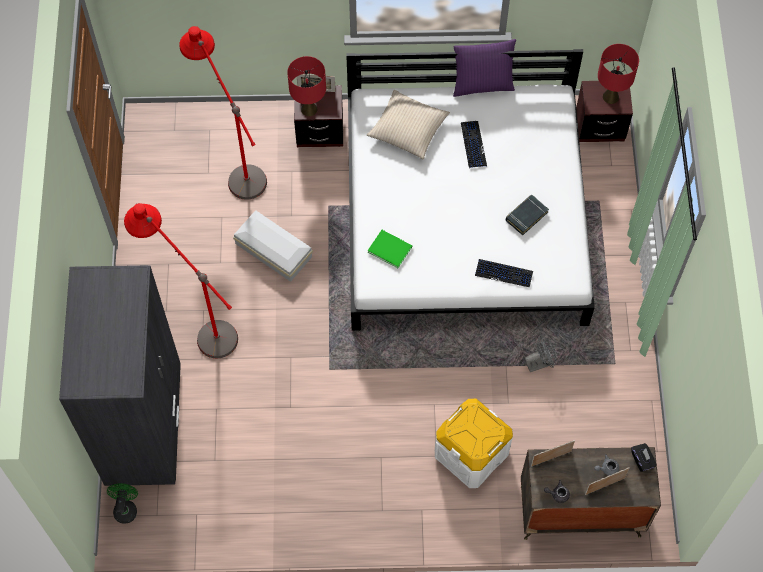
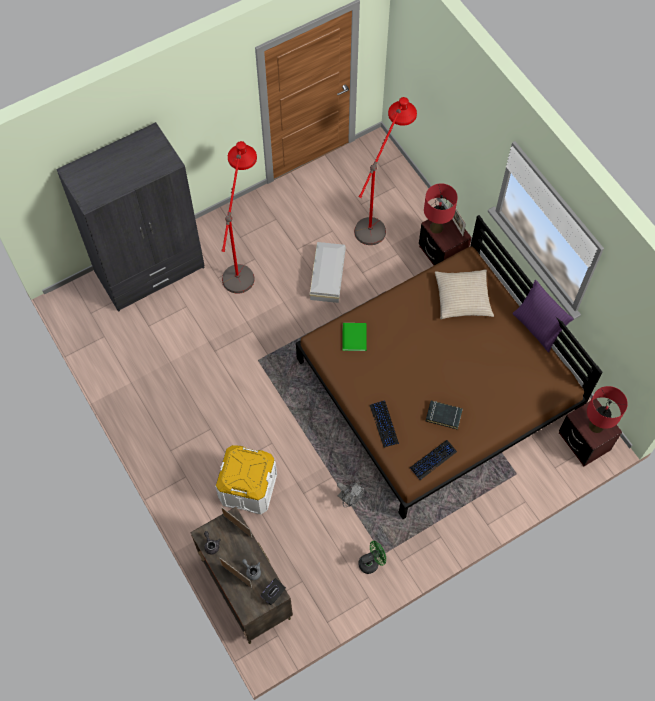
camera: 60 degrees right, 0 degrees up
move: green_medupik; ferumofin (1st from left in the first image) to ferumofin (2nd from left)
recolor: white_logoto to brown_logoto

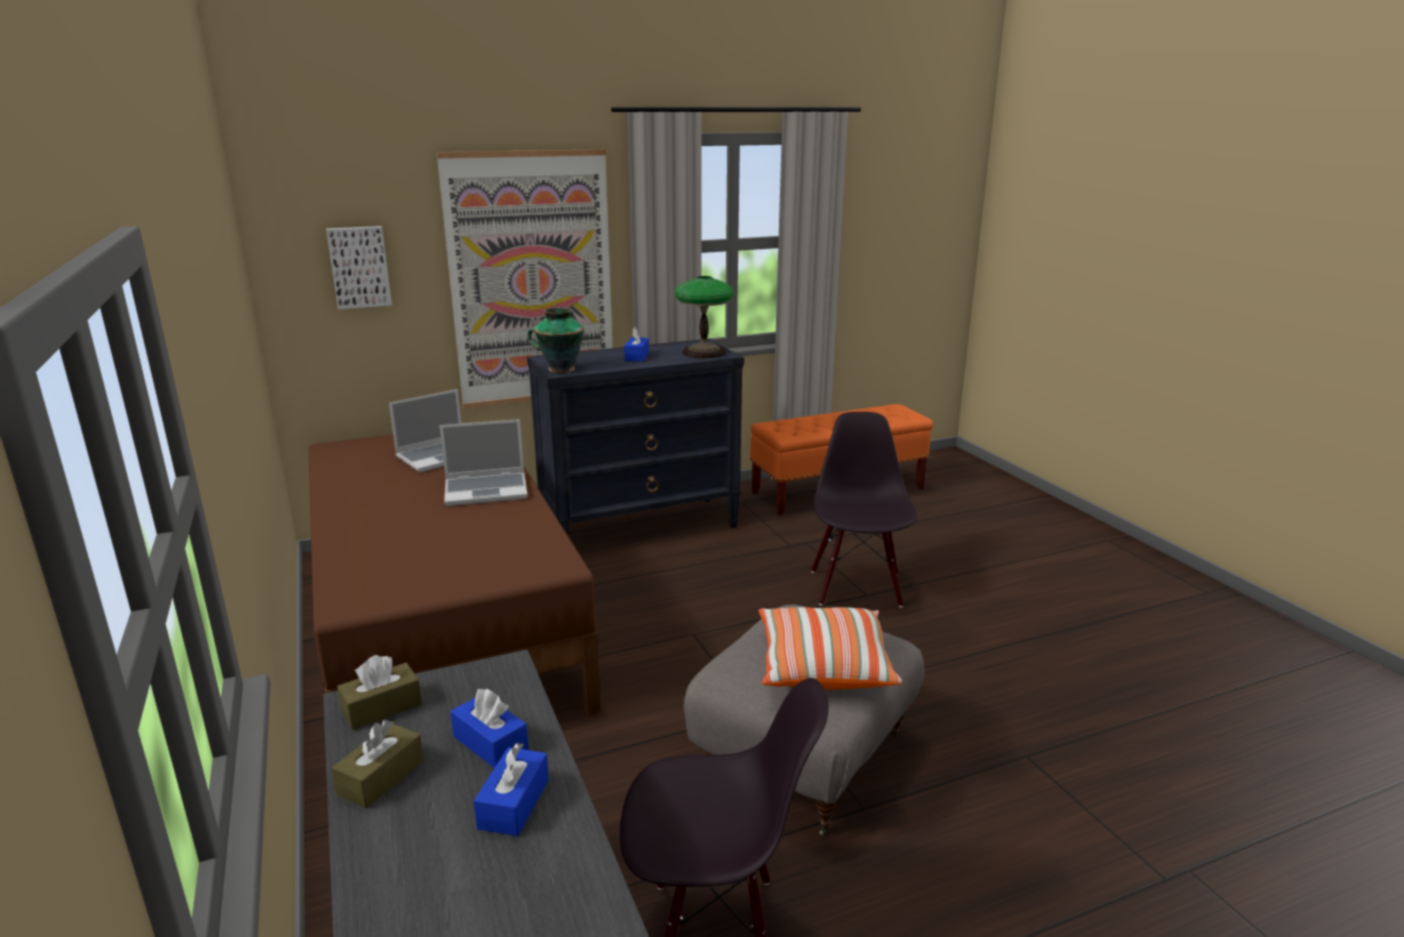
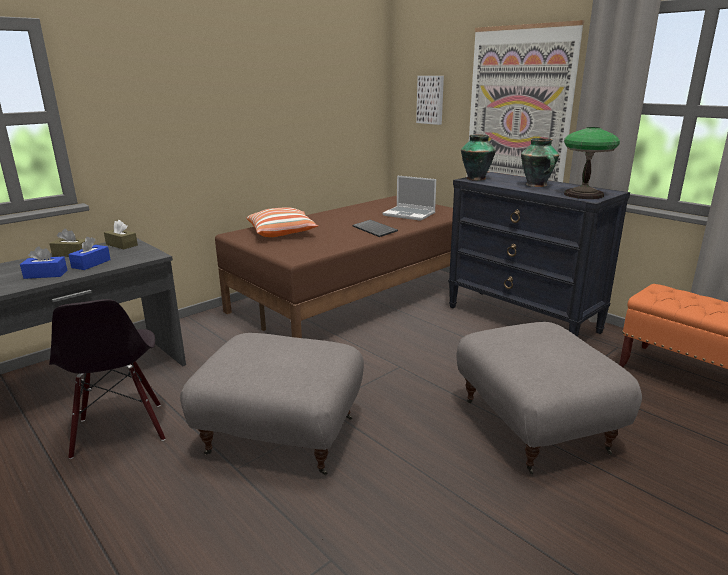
camera: 70 degrees right, 0 degrees up
move: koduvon
replace: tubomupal (2nd from left) to ferumofin; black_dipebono (2nd from left) to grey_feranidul (2nd from left); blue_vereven (3rd from left) to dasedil (2nd from left)

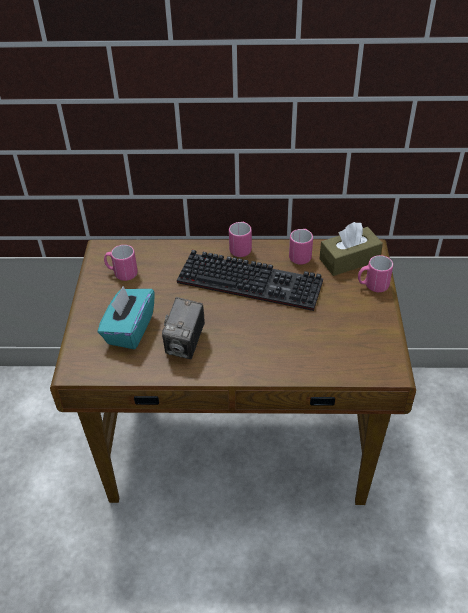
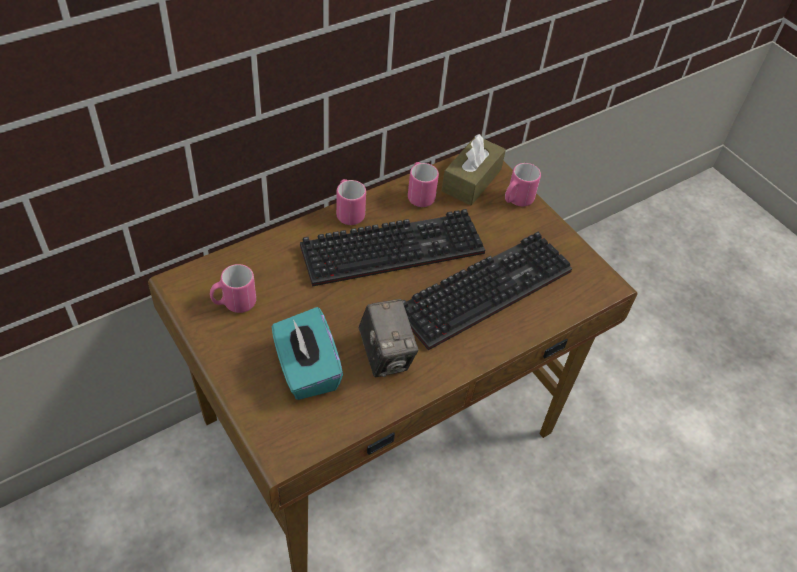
camera: 40 degrees left, 5 degrees up
insert: ferumofin (2nd from left)

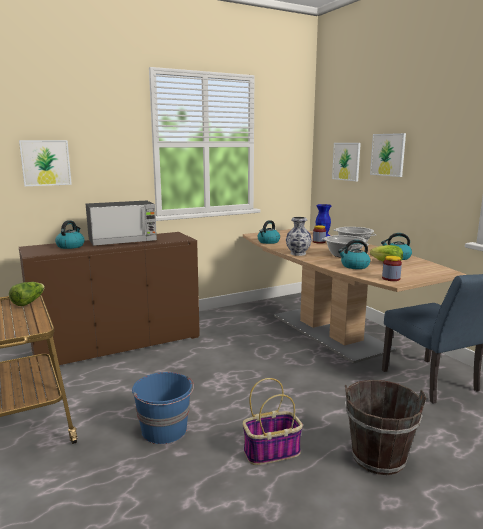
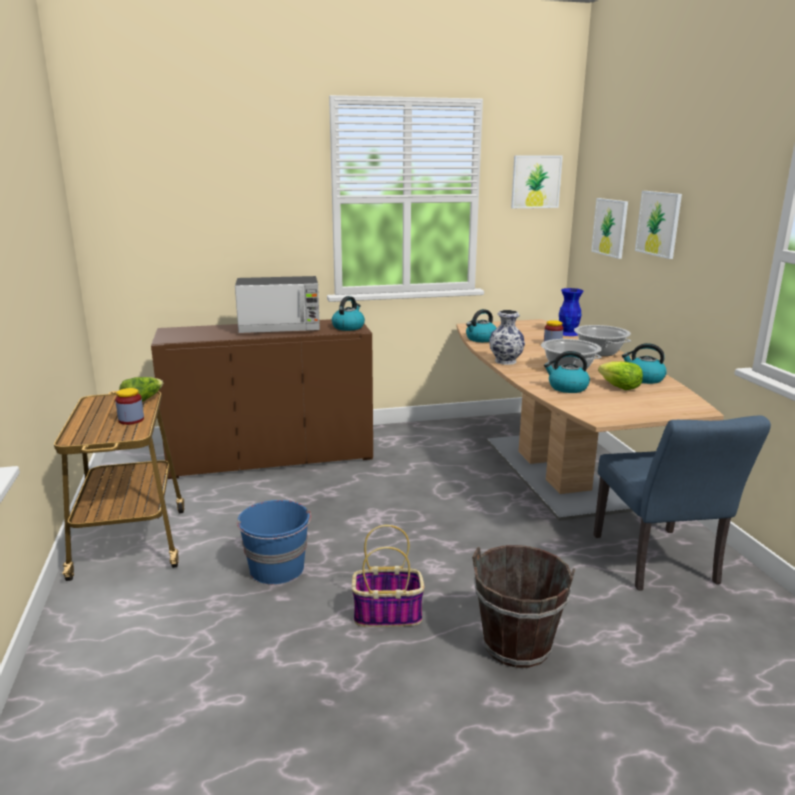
camera: 15 degrees right, 5 degrees up
move: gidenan (2nd from left in the first image) to gidenan (1st from left); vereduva (1st from left); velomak (1st from left)

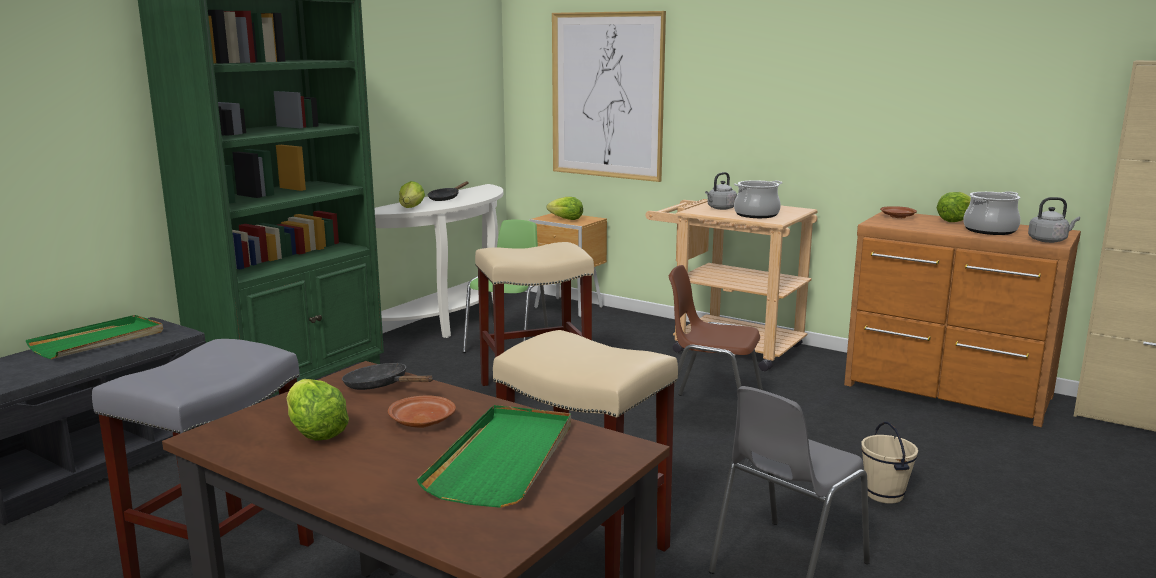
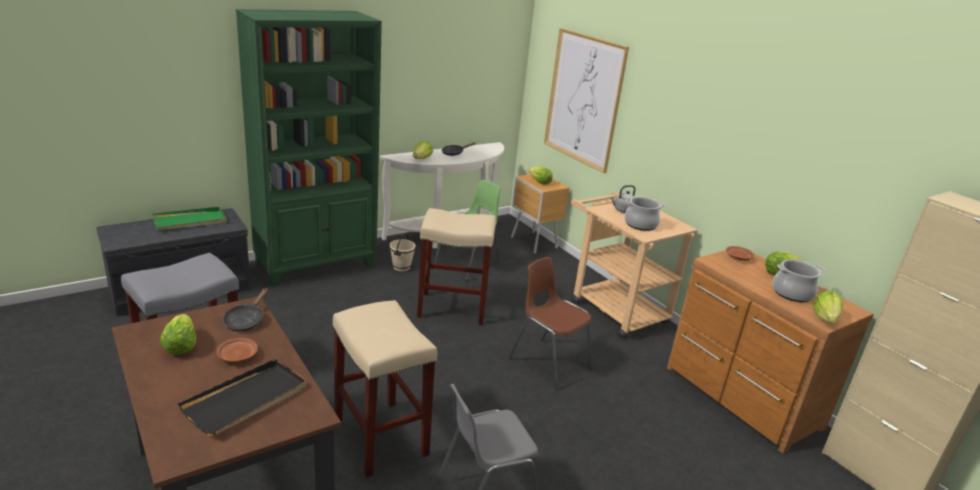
camera: 20 degrees right, 10 degrees up
move: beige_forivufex
replace: grey_vereduva (2nd from left) to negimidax (5th from left)
recolor: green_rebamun (2nd from left) to black_rebamun
rotate: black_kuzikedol (1st from left) 135 degrees counterclockwise

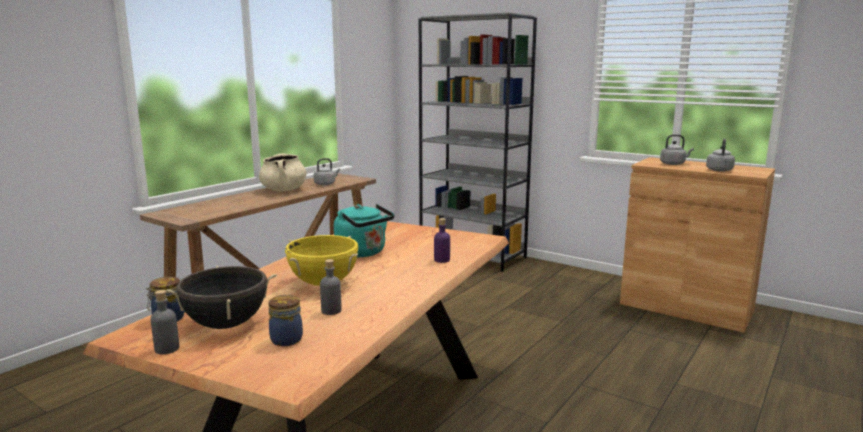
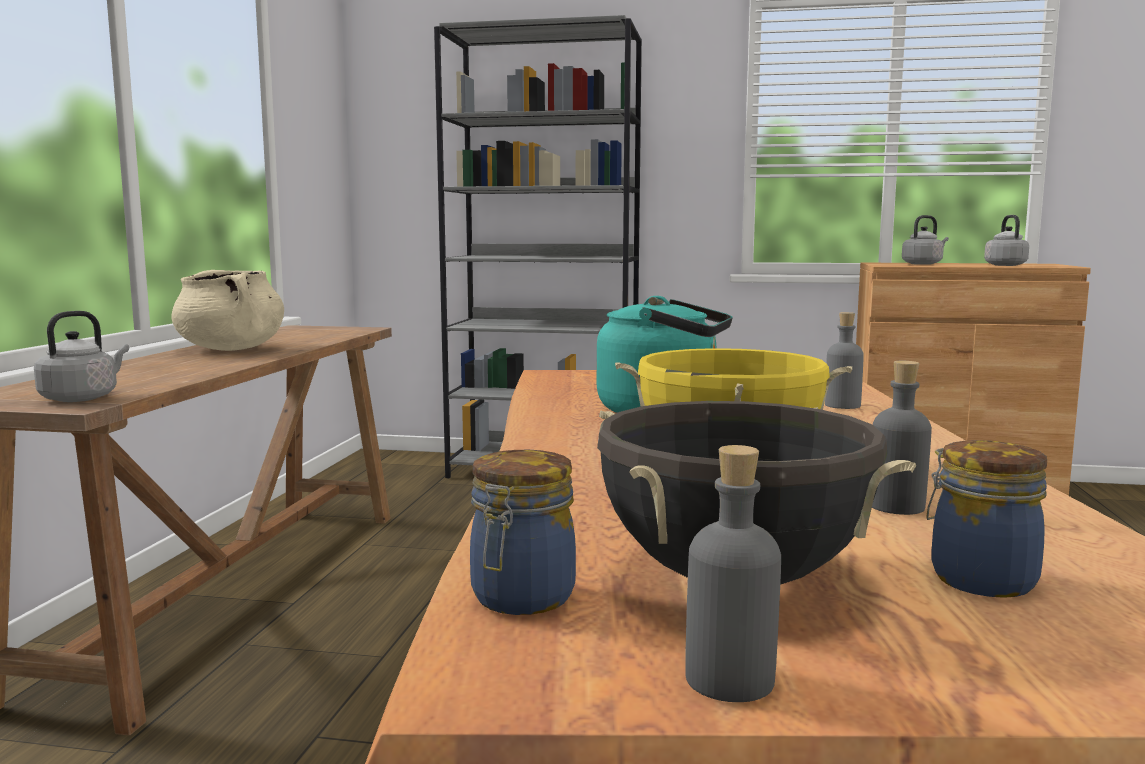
camera: 25 degrees left, 5 degrees down
move: grey_vereduva (1st from left)
recolor: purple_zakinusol to grey_zakinusol (2nd from left)

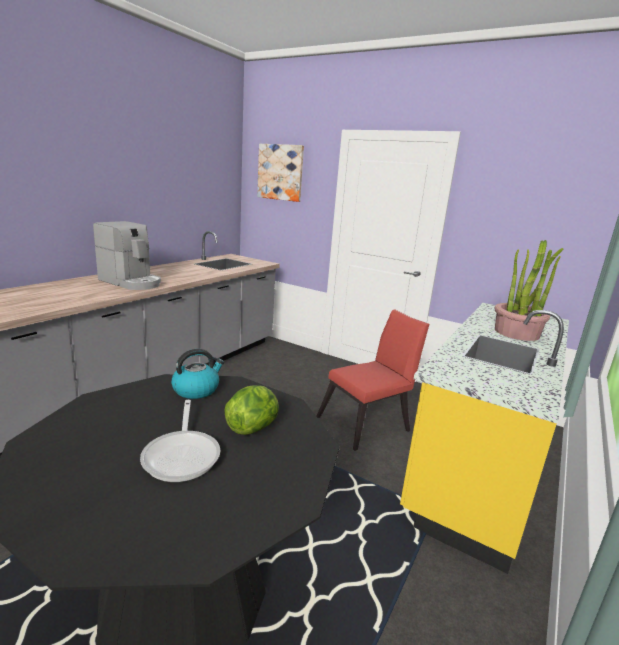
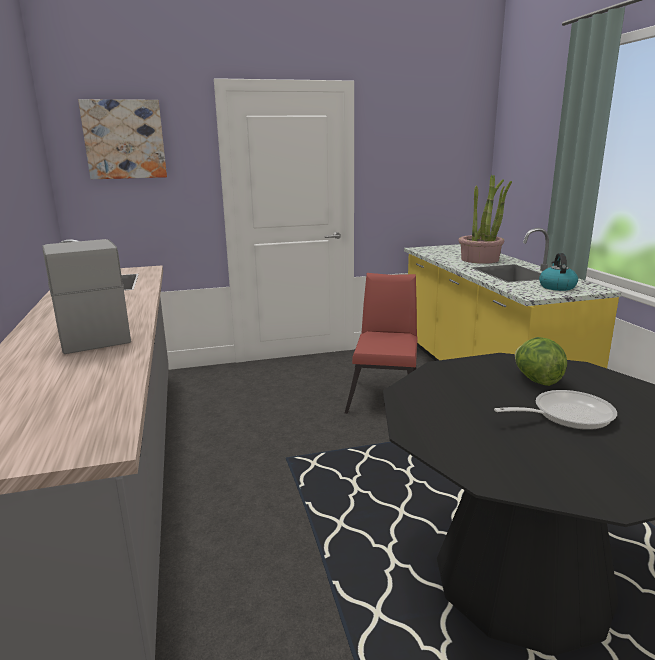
camera: 45 degrees left, 0 degrees up
move: vereduva
rotate: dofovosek 105 degrees counterclockwise; kuzikedol 45 degrees counterclockwise

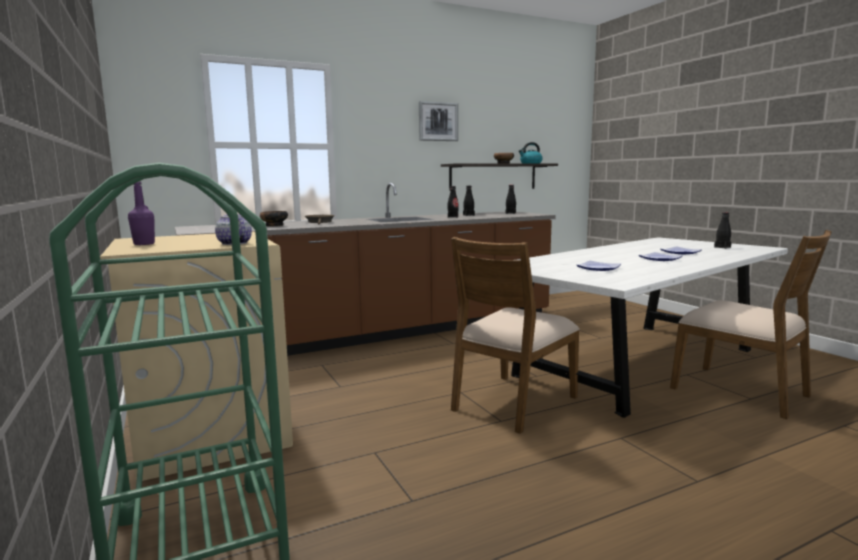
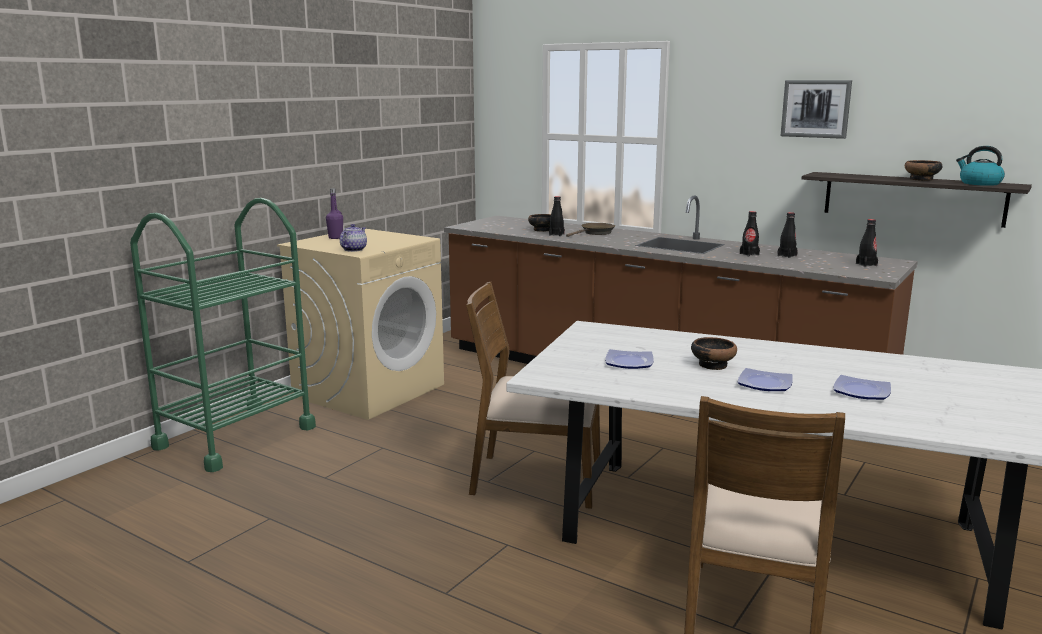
camera: 60 degrees right, 5 degrees up
insert: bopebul (2nd from left)
move: black_zakinusol (4th from left in the first image) to black_zakinusol (1st from left)

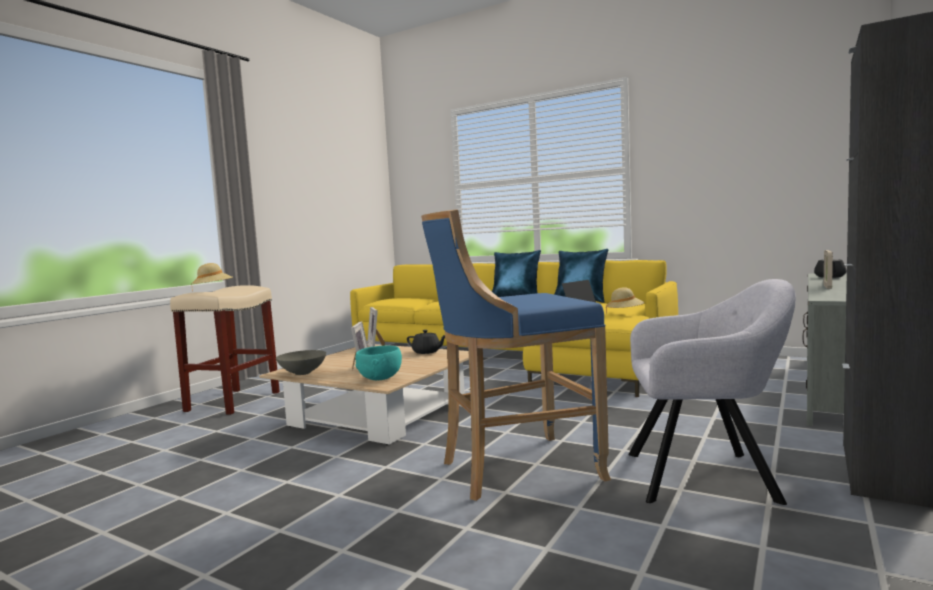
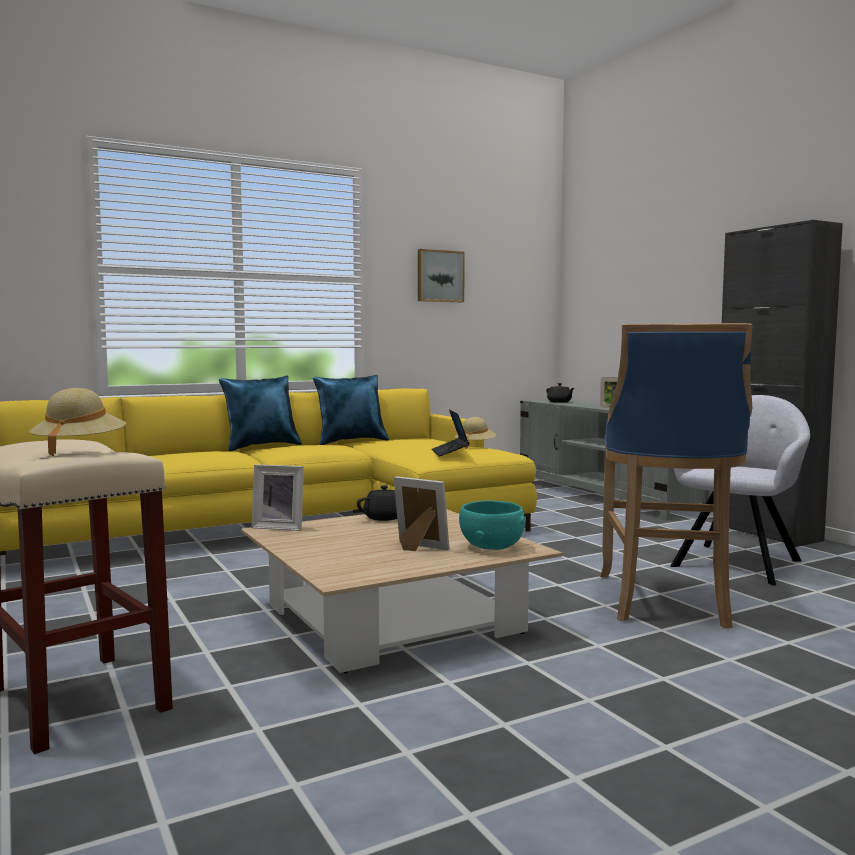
camera: 60 degrees left, 0 degrees up
delete: grey_bopebul
insert: velomak

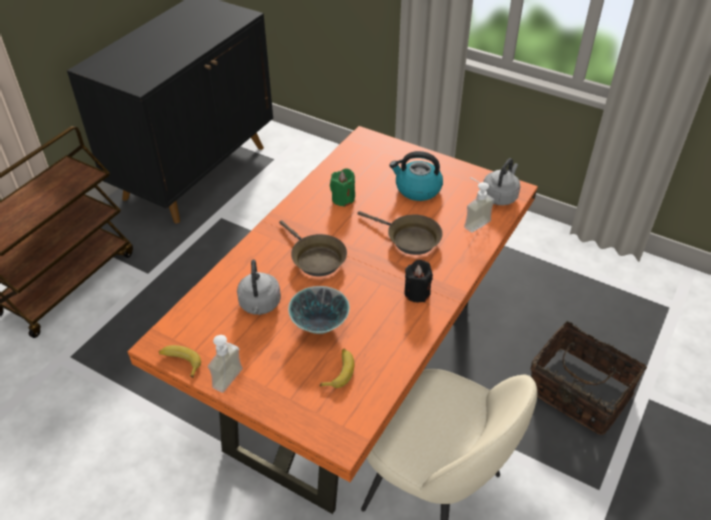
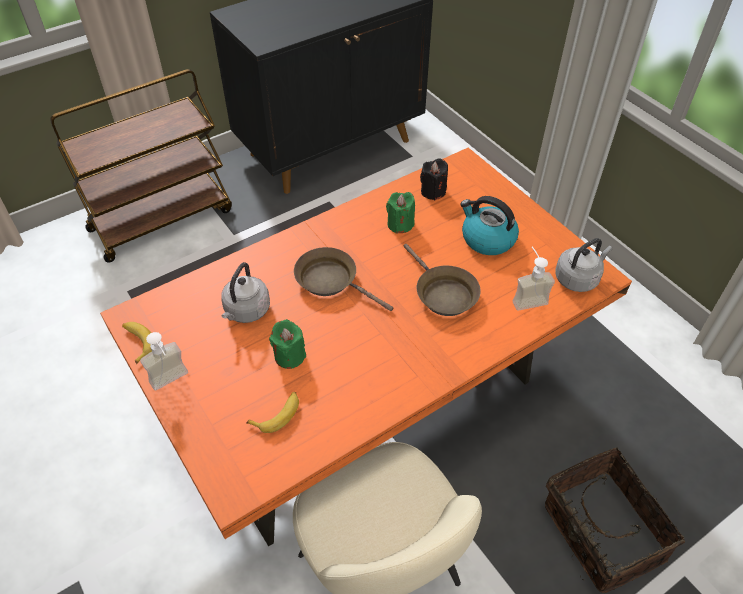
camera: 25 degrees right, 5 degrees up
move: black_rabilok
replace: bopebul to green_rabilok (1st from left)
rotate: brown_kuzikedol (1st from left) 135 degrees clockwise

